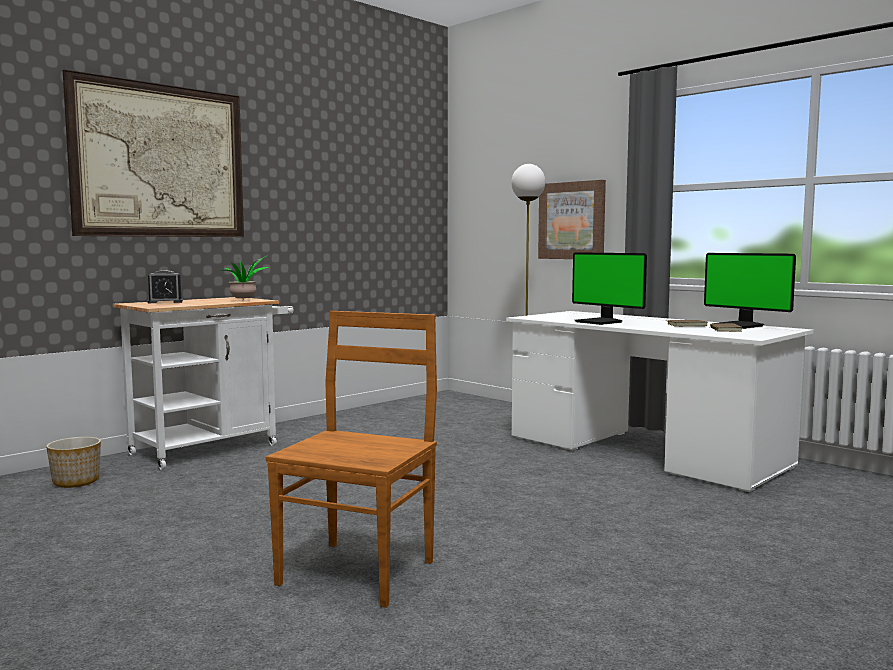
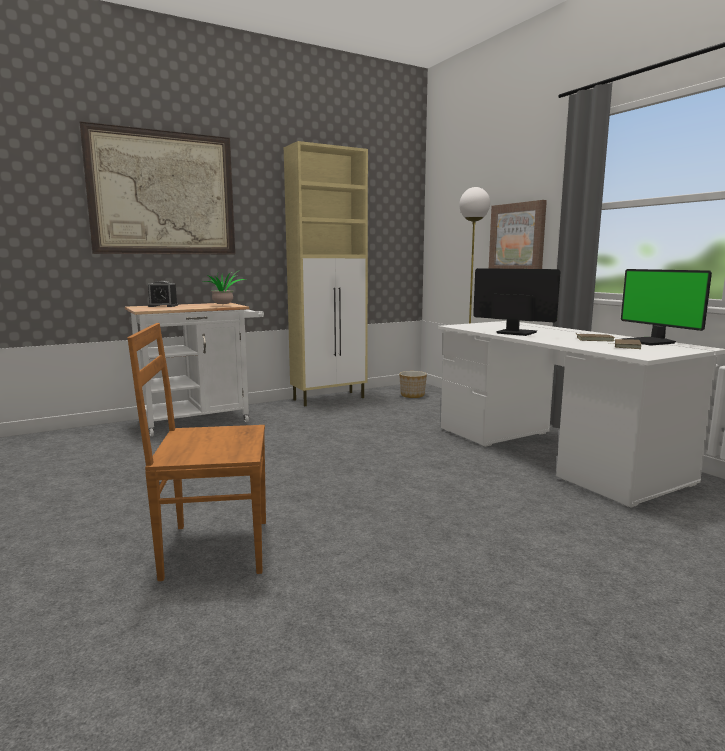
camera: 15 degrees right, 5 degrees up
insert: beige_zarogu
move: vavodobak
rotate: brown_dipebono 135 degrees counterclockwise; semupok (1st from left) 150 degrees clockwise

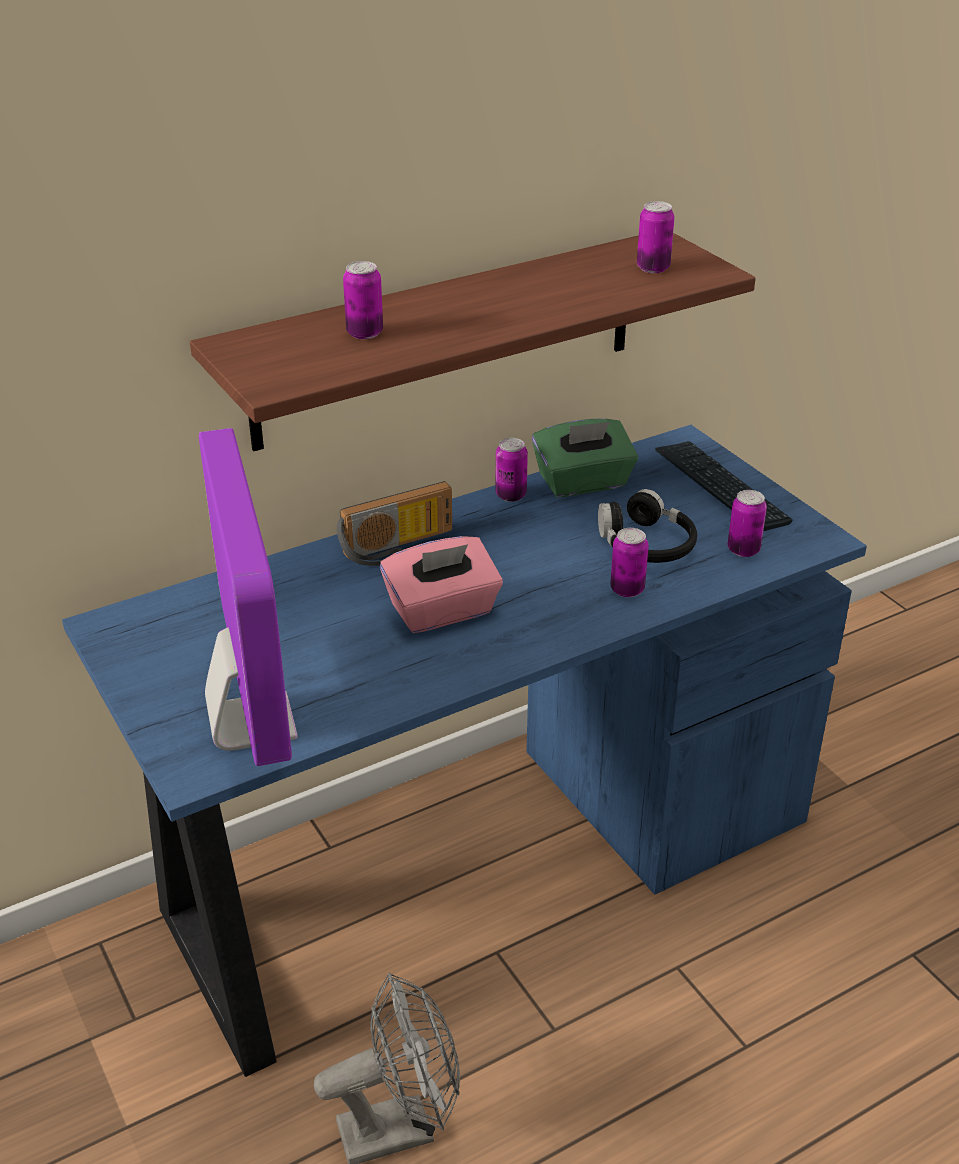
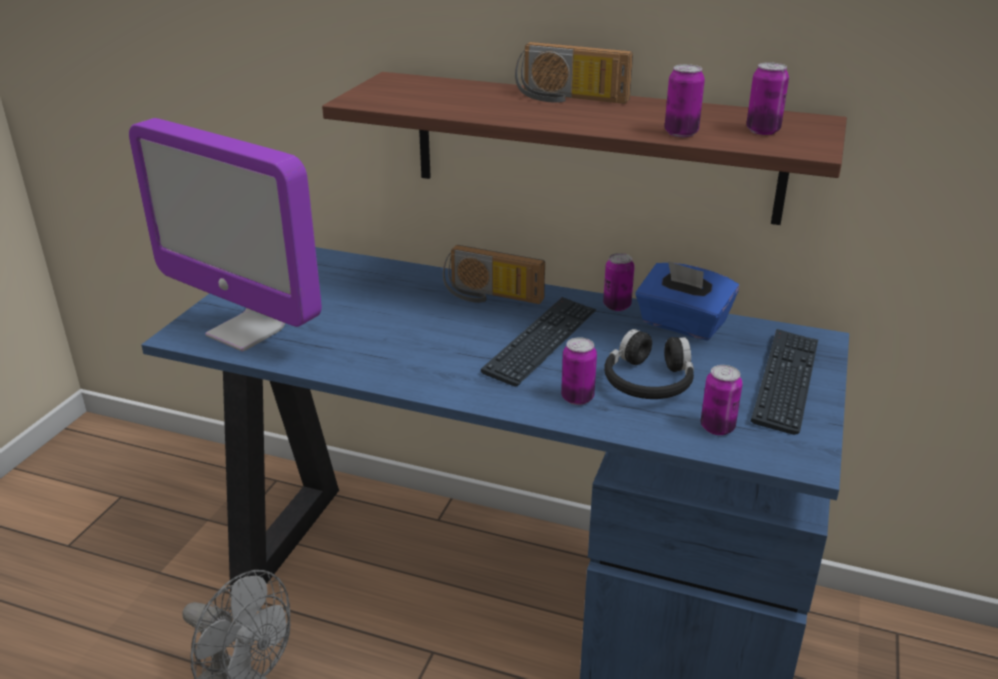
camera: 50 degrees right, 5 degrees down
delete: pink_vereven
insert: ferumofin (1st from left); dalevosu (2nd from left)
move: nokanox (1st from left in the first image) to nokanox (3rd from left)
recolor: green_vereven to blue_vereven
rotate: semupok 90 degrees clockwise

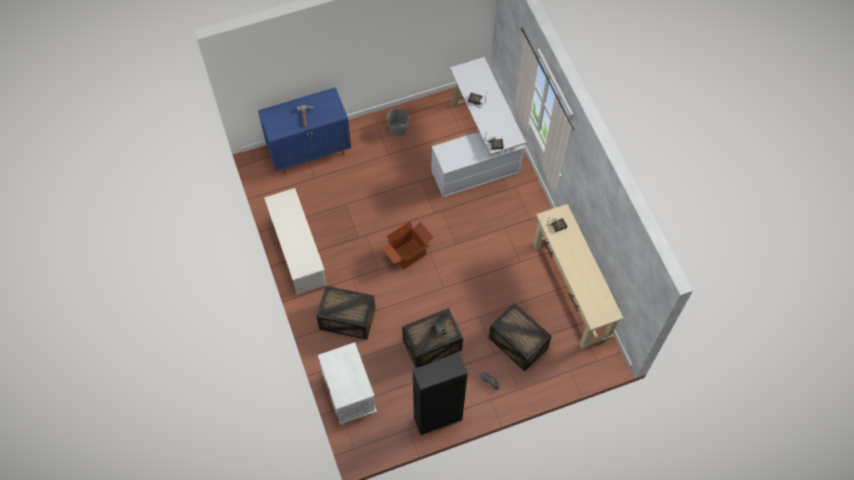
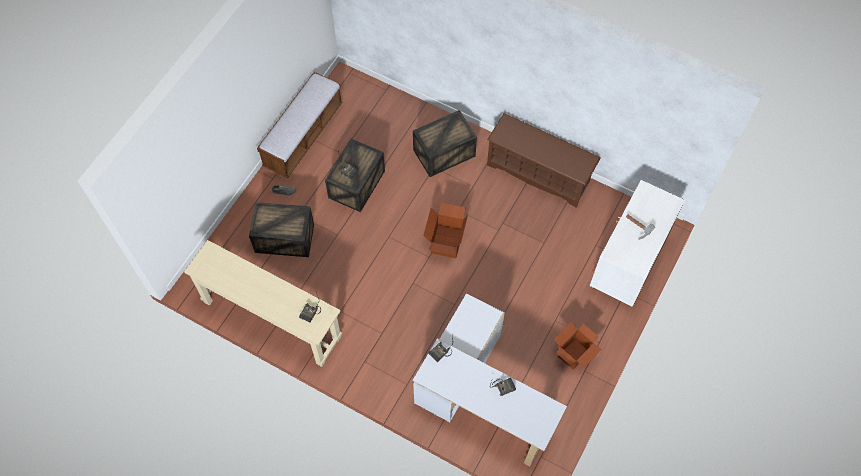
camera: 140 degrees right, 0 degrees up
delete: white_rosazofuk
replace: black_zarogu to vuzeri; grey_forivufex to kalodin (2nd from left)
recolor: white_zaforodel to brown_zaforodel; blue_zarogu to white_zarogu

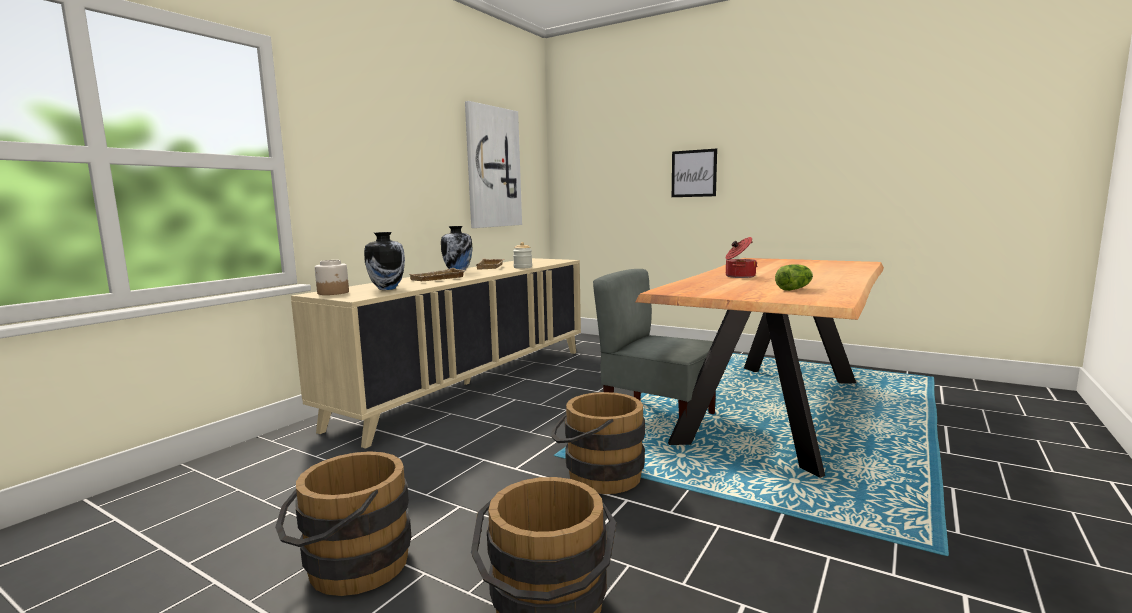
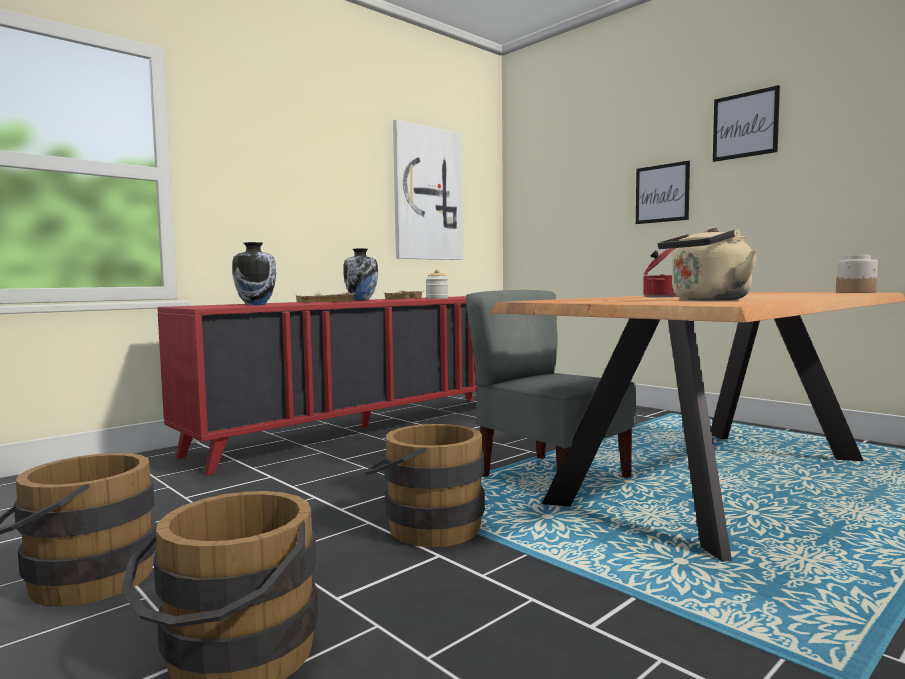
camera: 15 degrees right, 5 degrees down
insert: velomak (3rd from left)
move: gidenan (1st from left in the first image) to gidenan (2nd from left)
replace: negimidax to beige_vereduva
recolor: beige_zarogu to red_zarogu

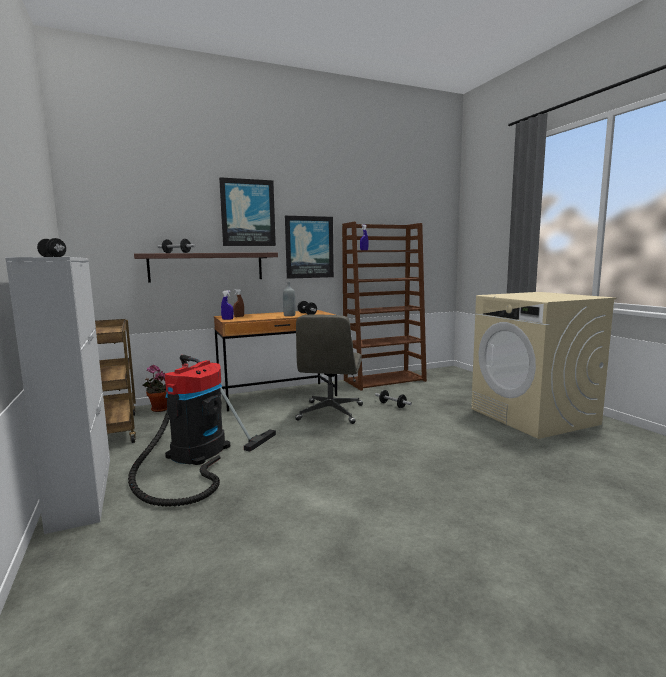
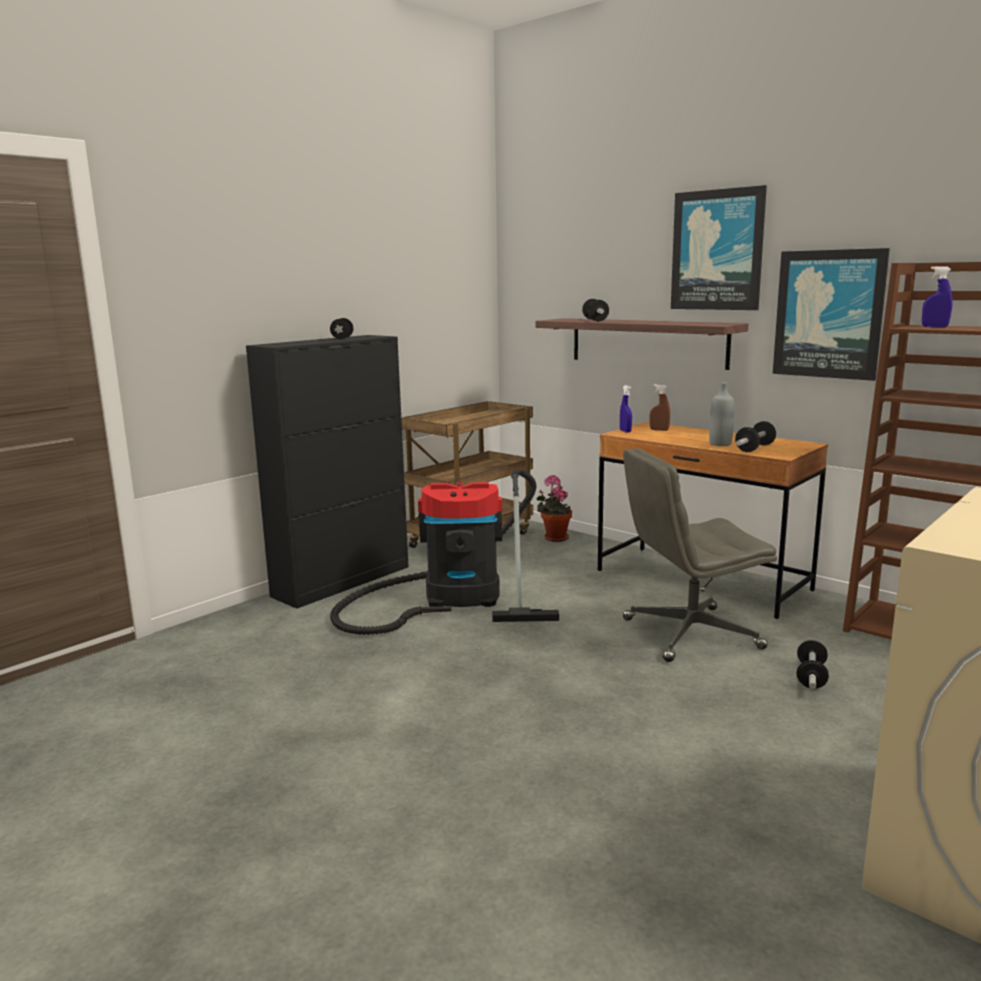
camera: 65 degrees right, 5 degrees up
recolor: white_zarogu to black_zarogu

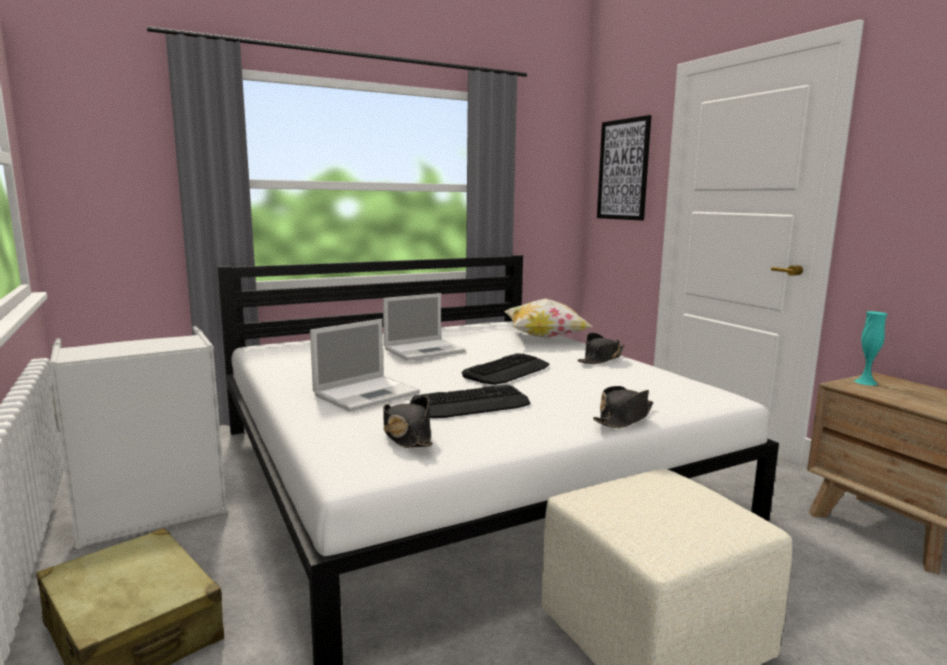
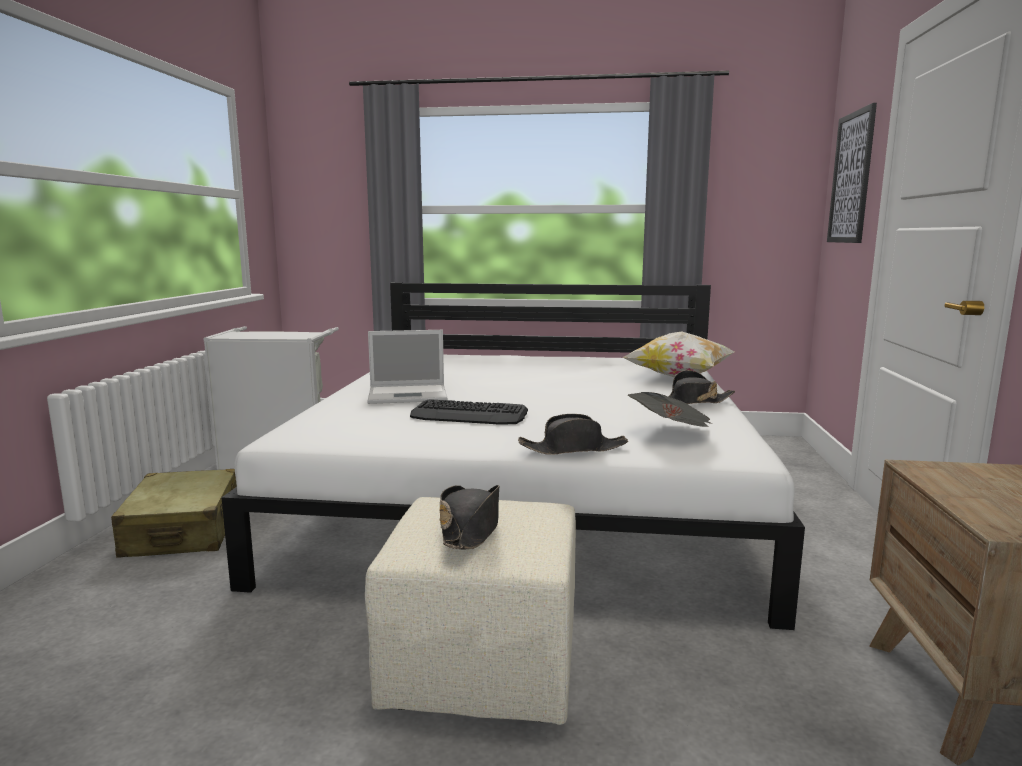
camera: 35 degrees right, 0 degrees up
delete: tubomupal (2nd from left); ferumofin (2nd from left); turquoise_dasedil
insert: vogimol
move: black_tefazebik (1st from left)

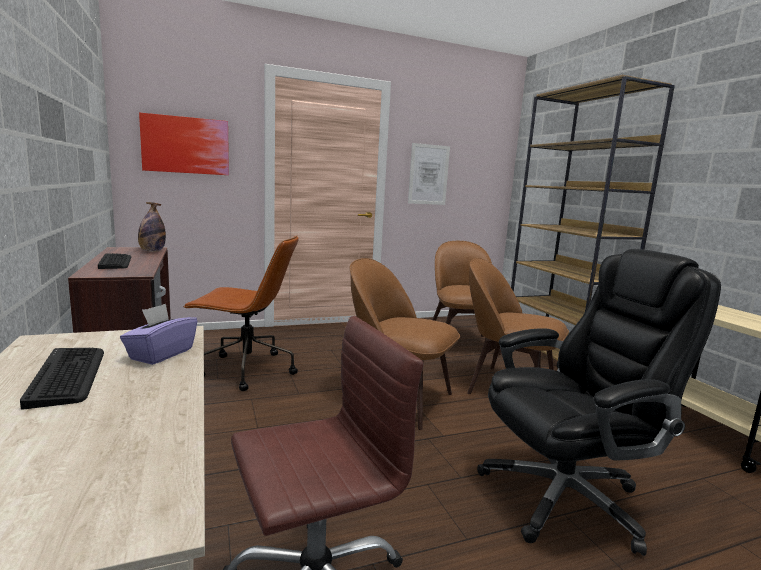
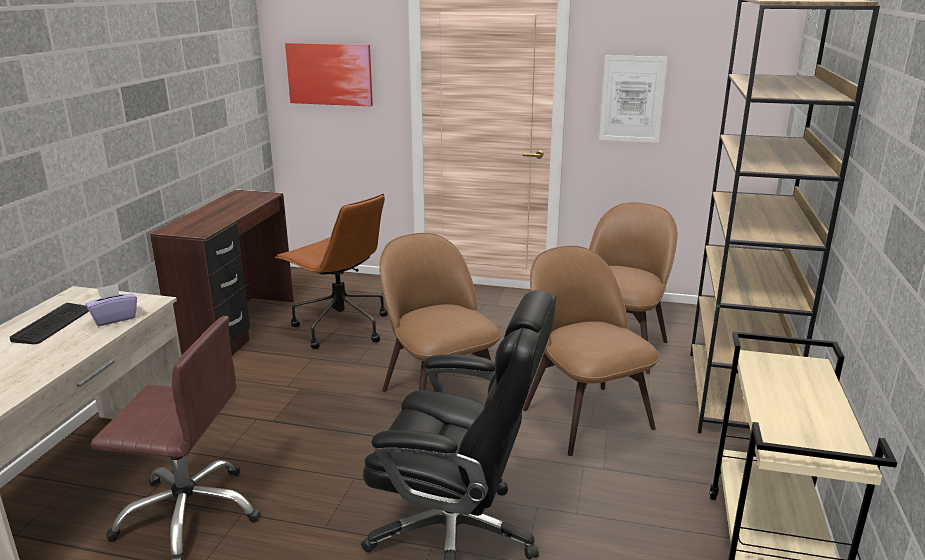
camera: 35 degrees right, 10 degrees up
delete: ferumofin (2nd from left); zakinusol

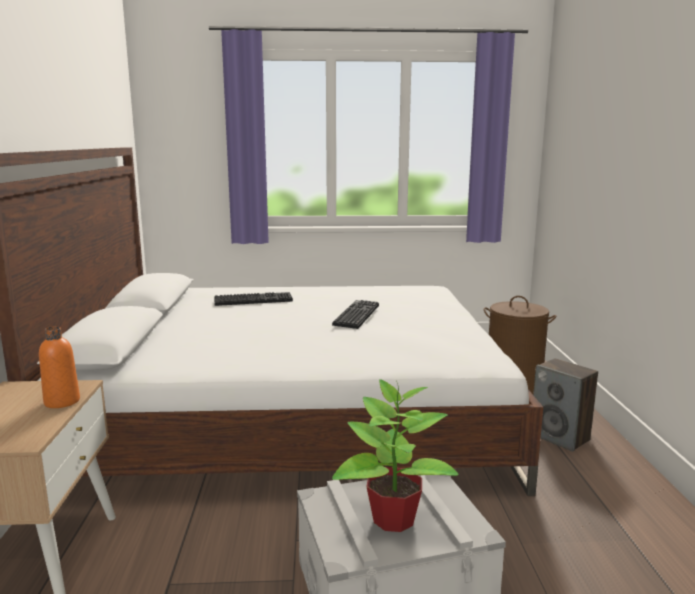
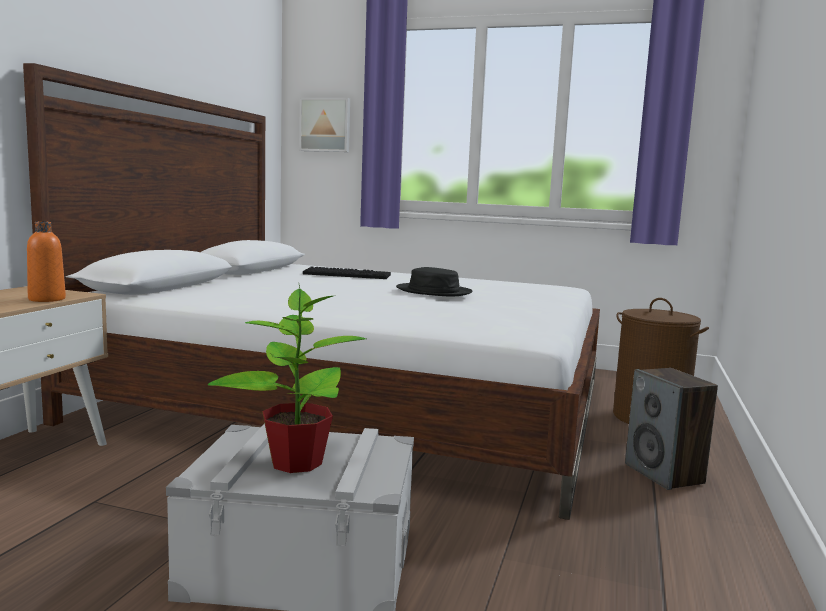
camera: 20 degrees right, 5 degrees down
insert: velomak
replace: ferumofin (2nd from left) to black_tefazebik

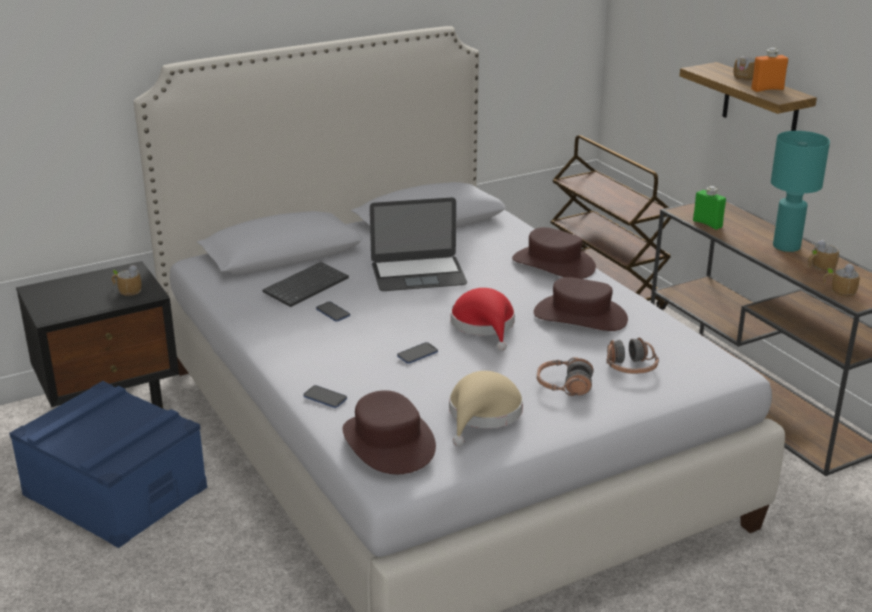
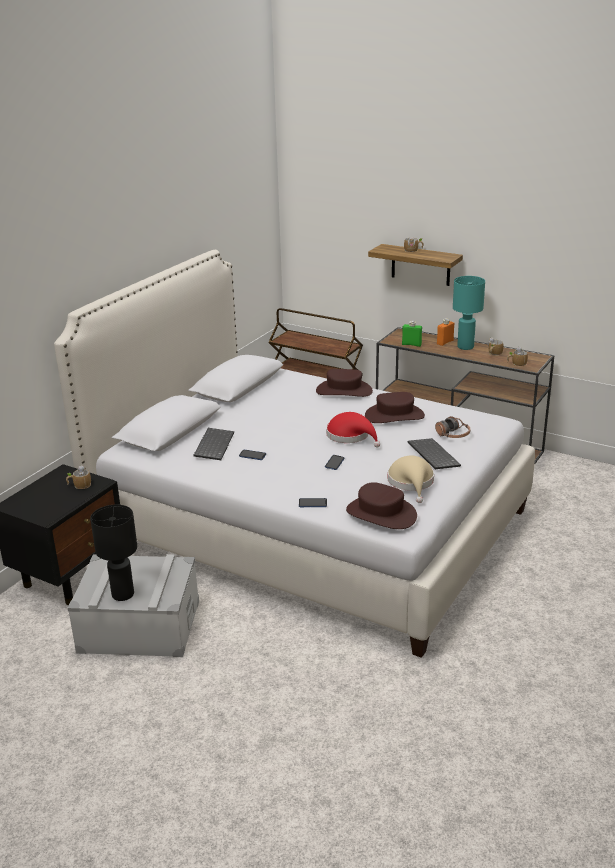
camera: 30 degrees left, 0 degrees up
delete: tubomupal
insert: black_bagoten
move: orange_zakinusol
replace: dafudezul (1st from left) to ferumofin (2nd from left)
recolor: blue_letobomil to grey_letobomil

